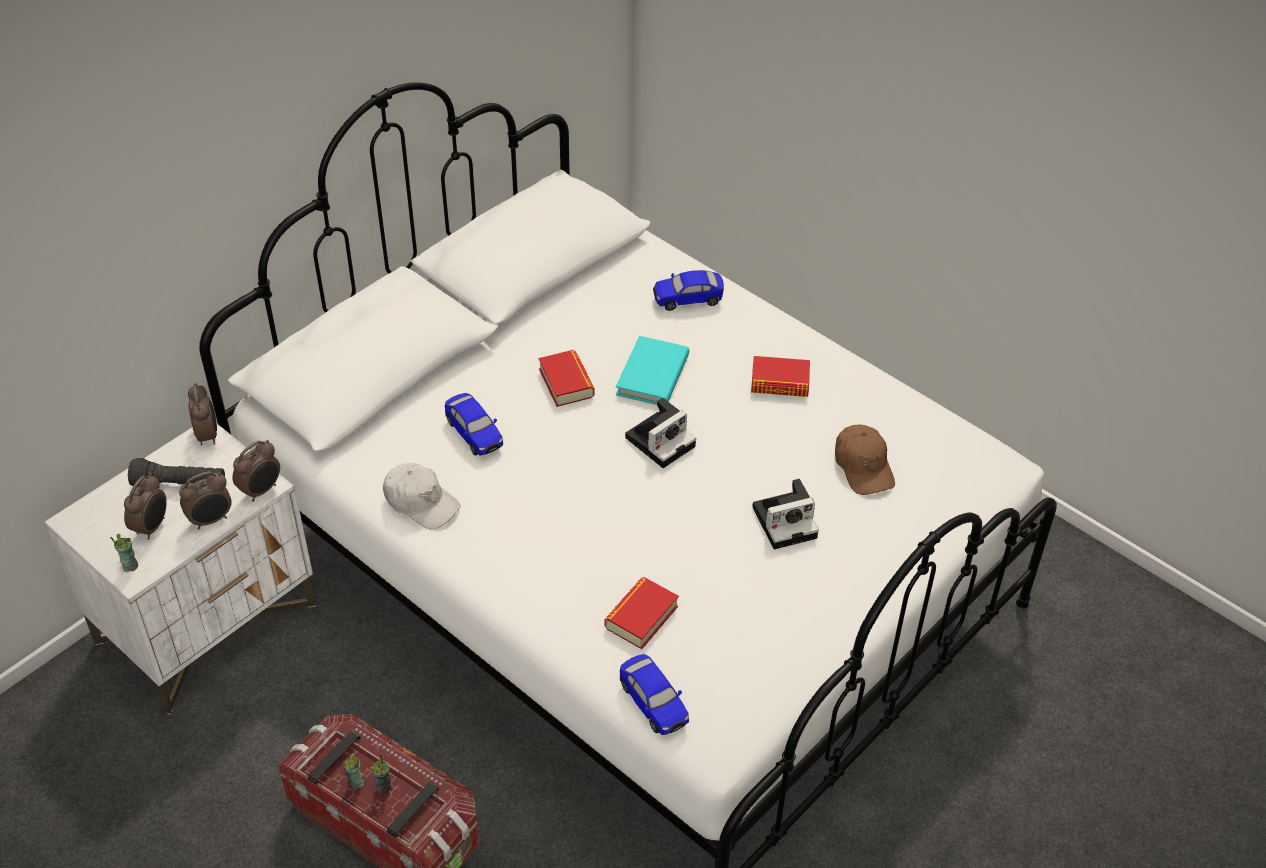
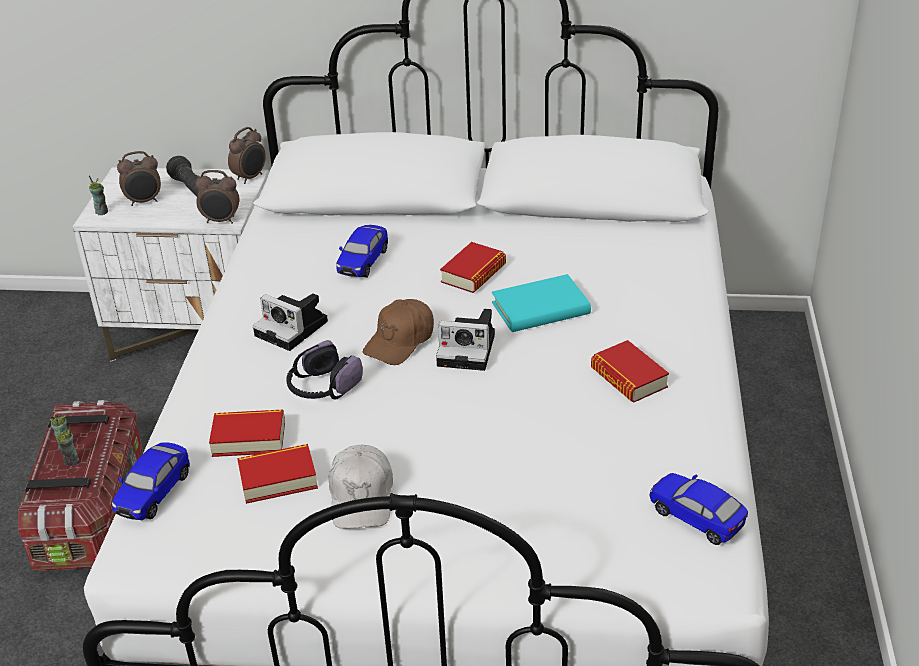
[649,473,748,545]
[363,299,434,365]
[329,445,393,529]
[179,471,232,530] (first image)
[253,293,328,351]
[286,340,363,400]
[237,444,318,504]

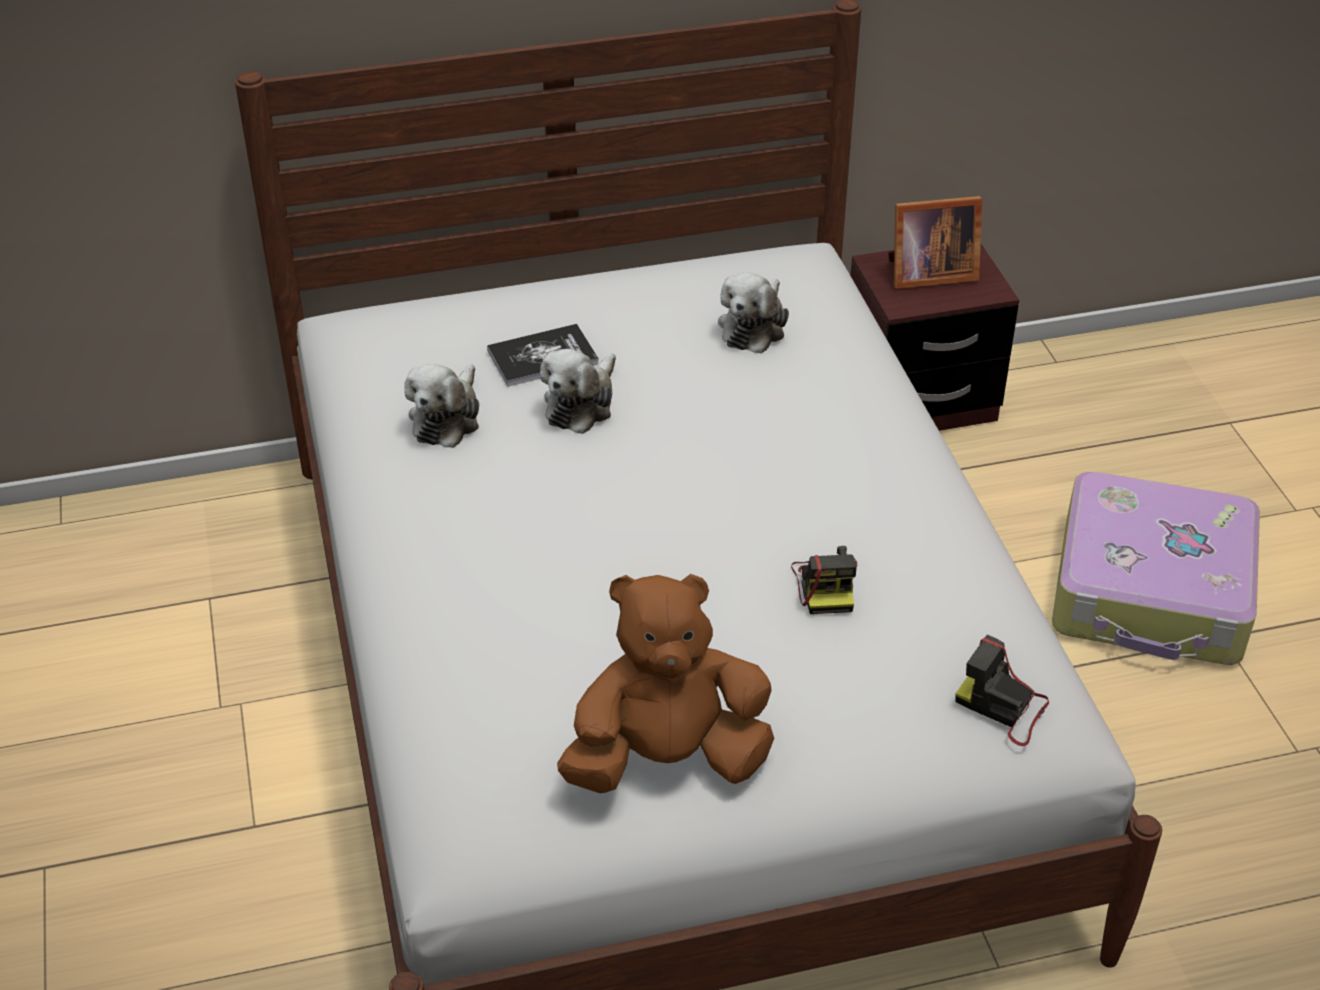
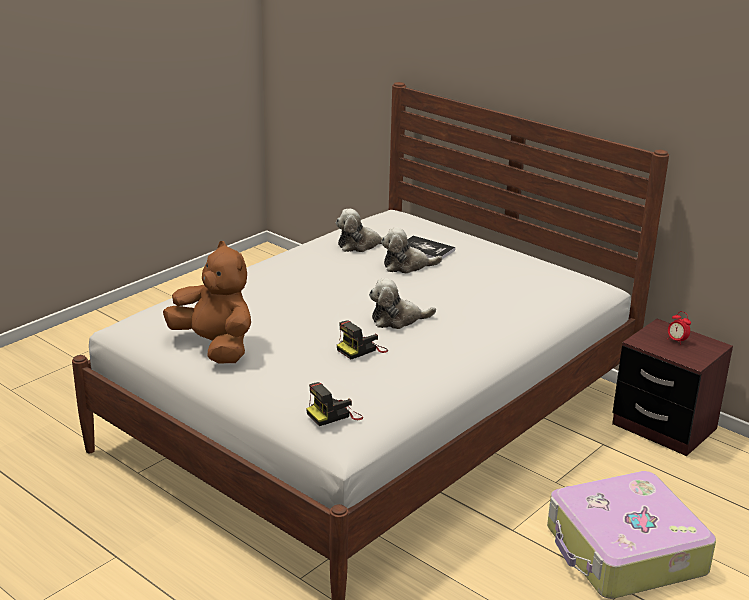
[667,311,691,345]
[369,278,436,329]
[306,382,363,426]

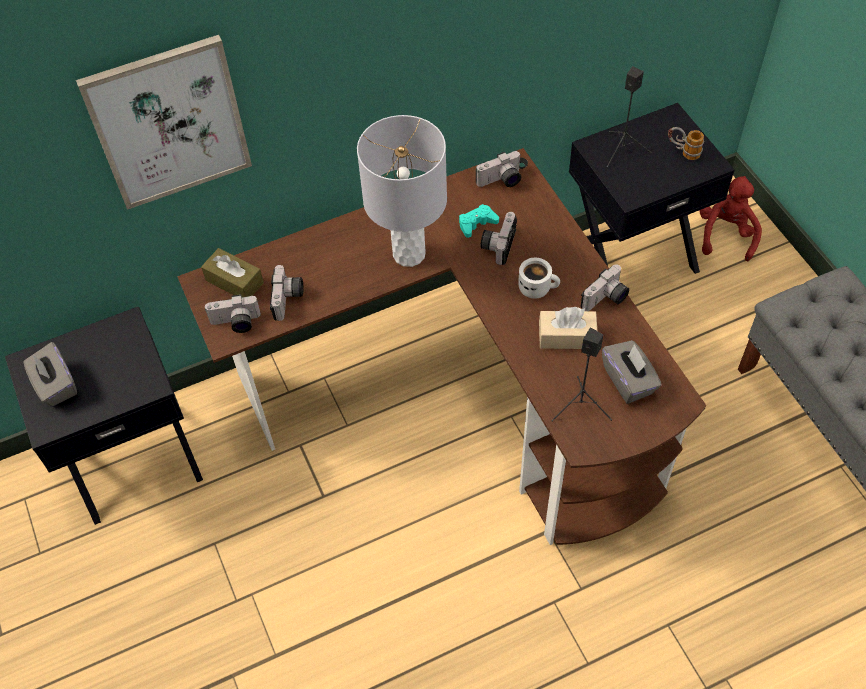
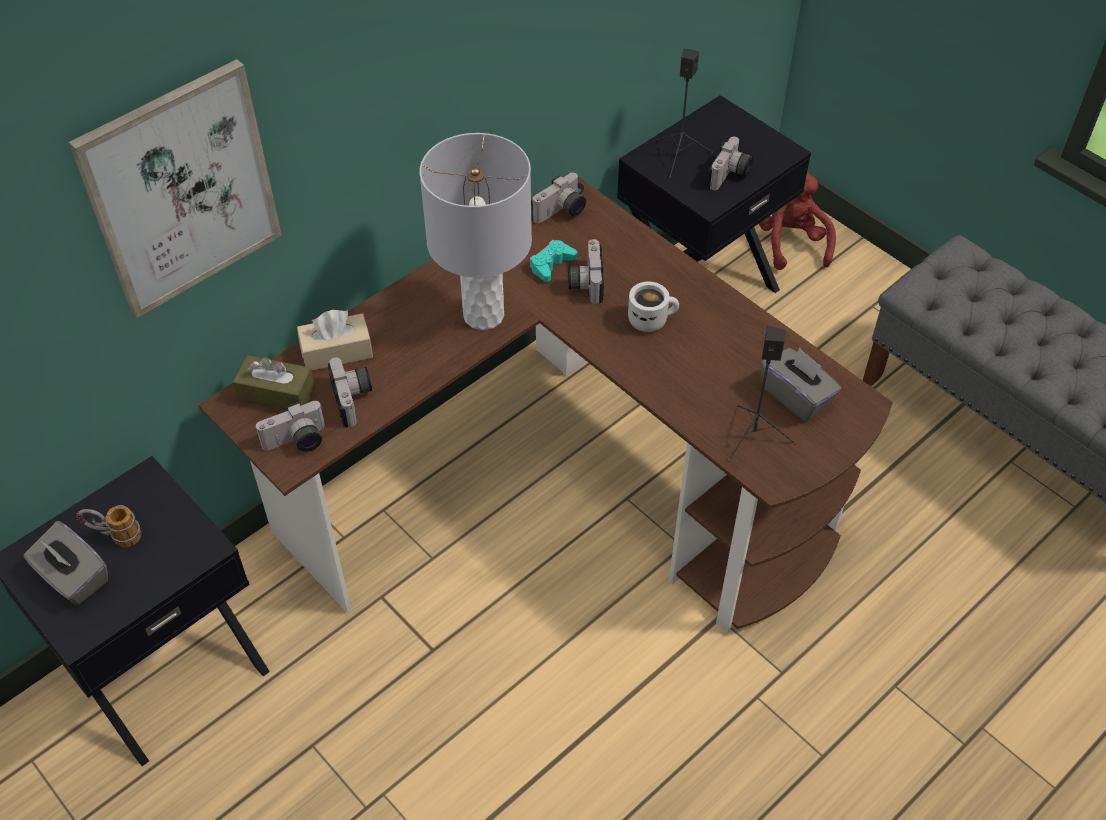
[76,505,141,547]
[707,137,753,190]
[297,310,373,370]

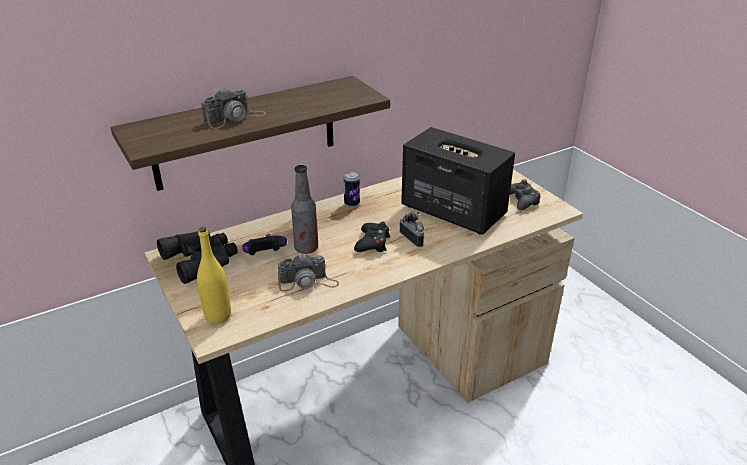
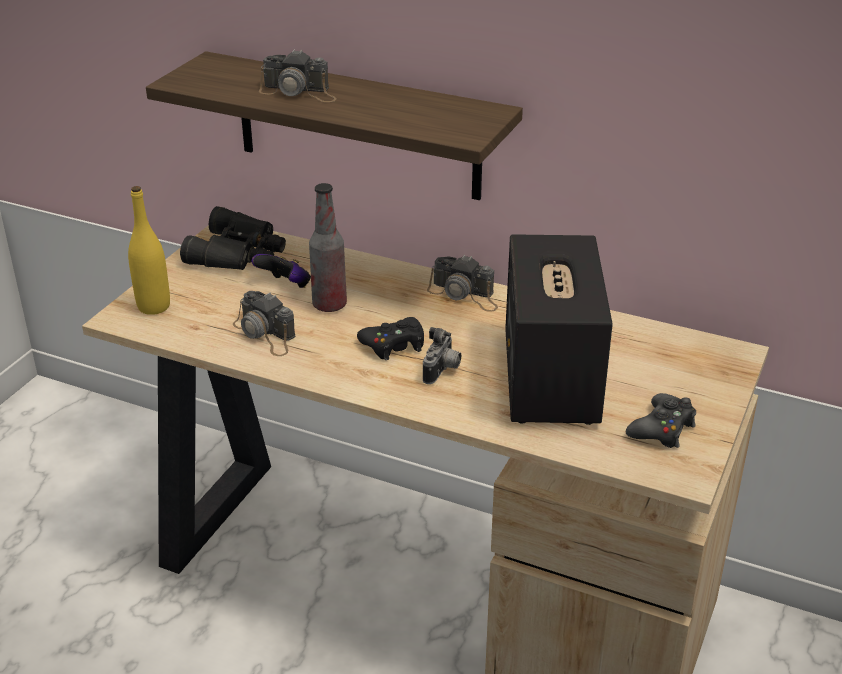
[427,255,498,312]

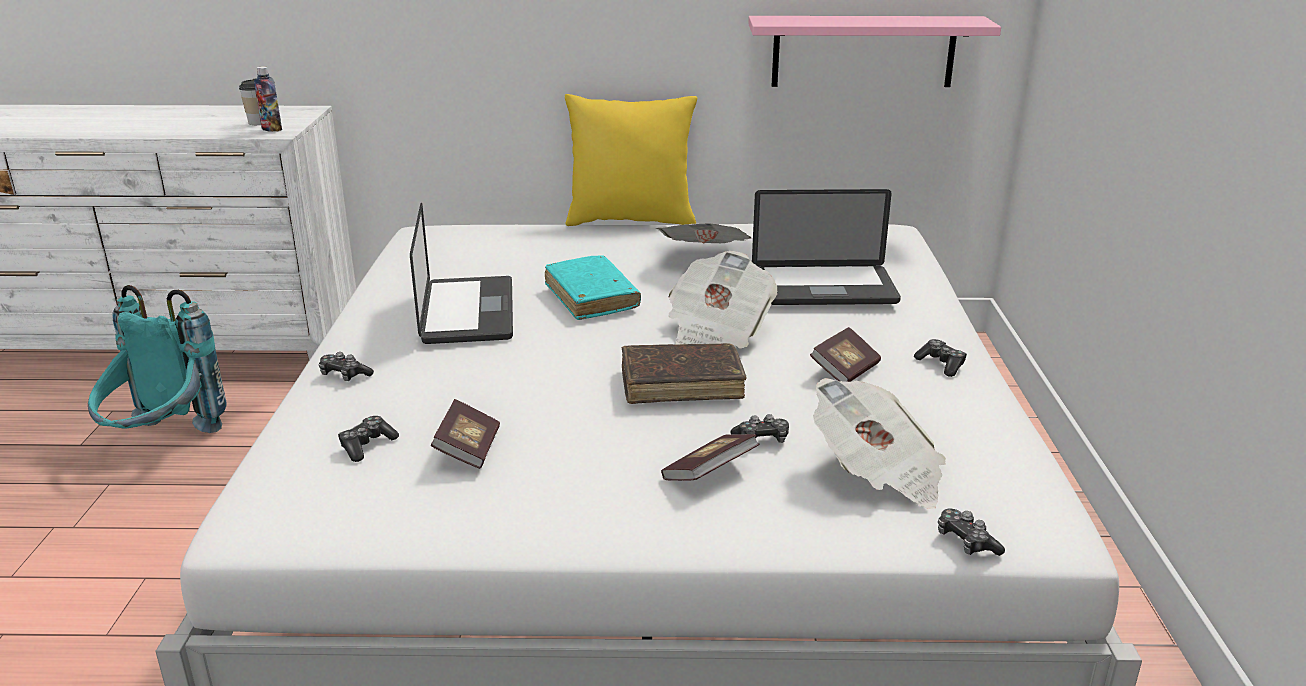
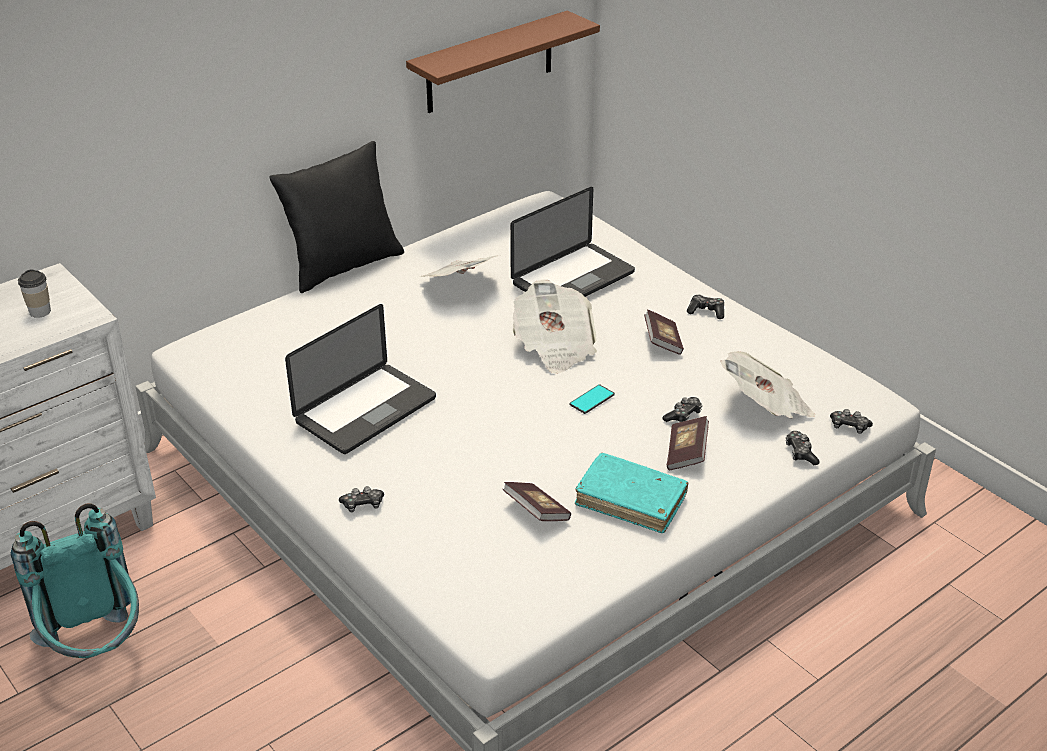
[406,11,600,113]
[254,66,282,132] (first image)
[269,141,404,293]
[285,304,436,454]
[575,453,689,533]
[570,384,615,414]
[786,431,820,465]

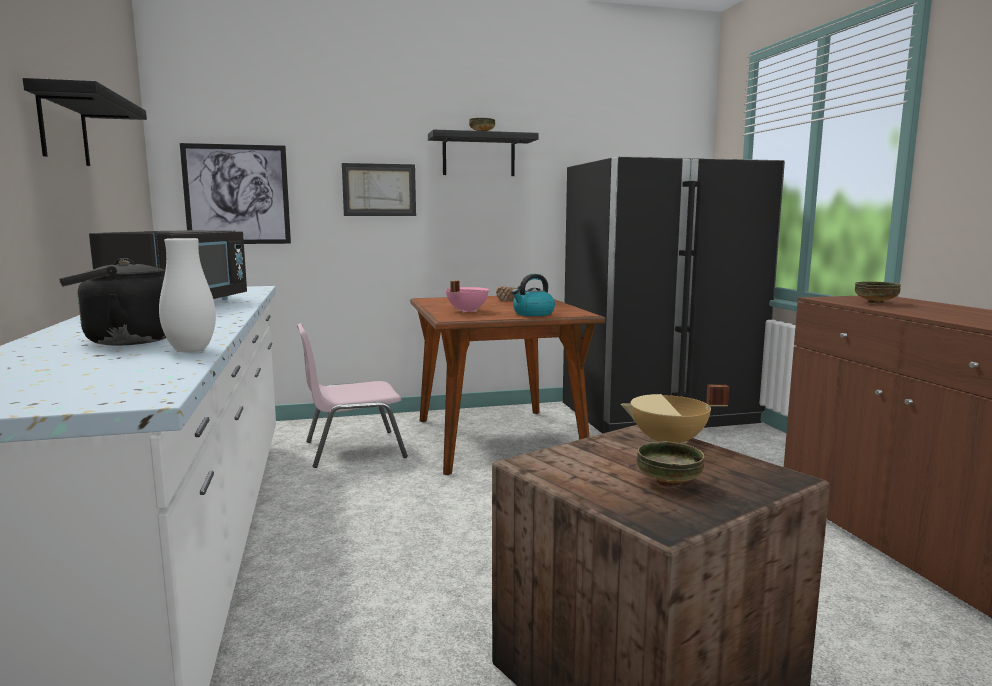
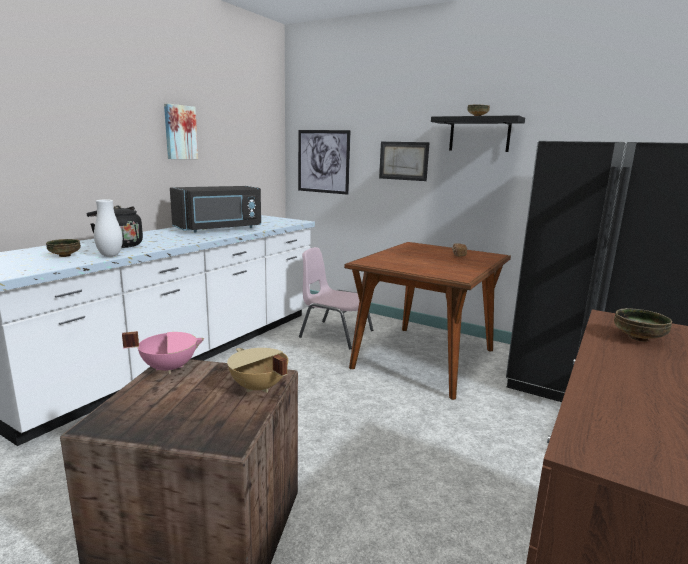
[164,103,198,159]
[512,274,555,316] (first image)
[122,331,205,374]
[46,239,81,257]

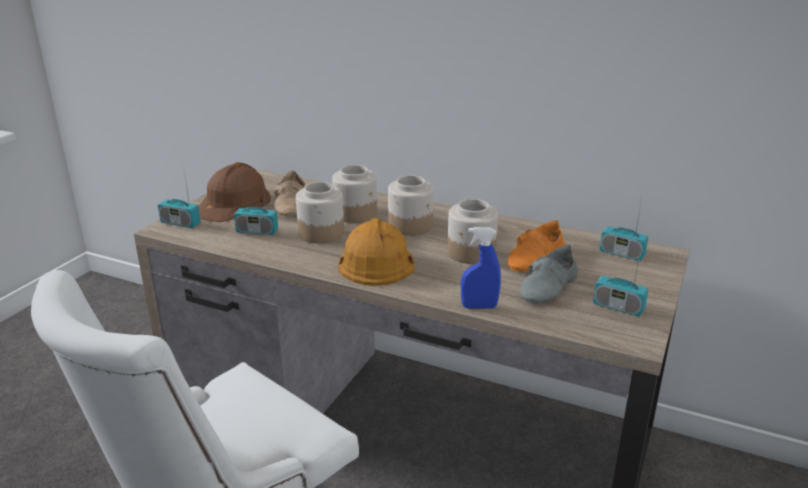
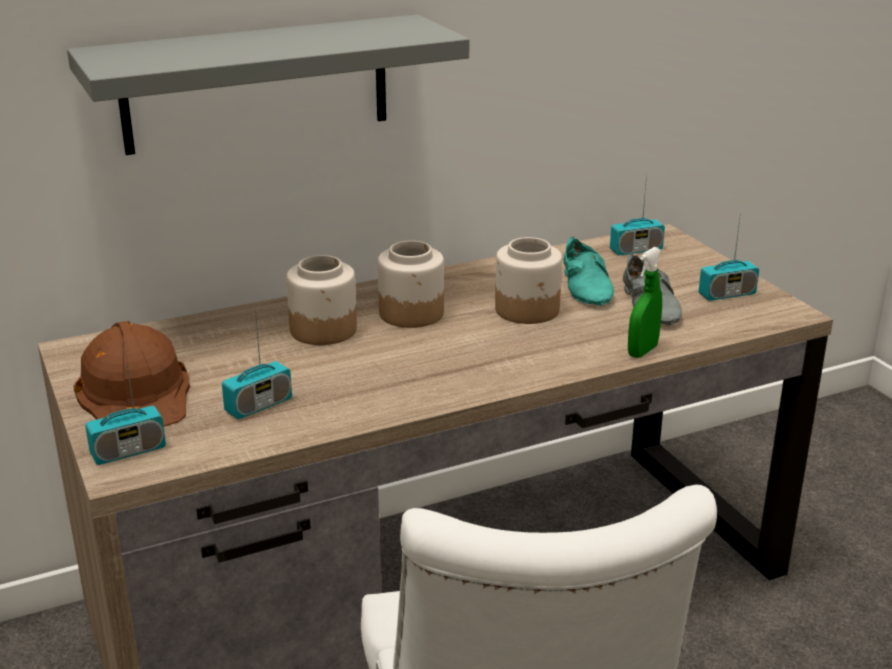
[274,170,305,216] (first image)
[296,182,344,244] (first image)
[338,218,414,286] (first image)
[563,236,614,305]
[628,247,662,358]
[67,14,469,155]

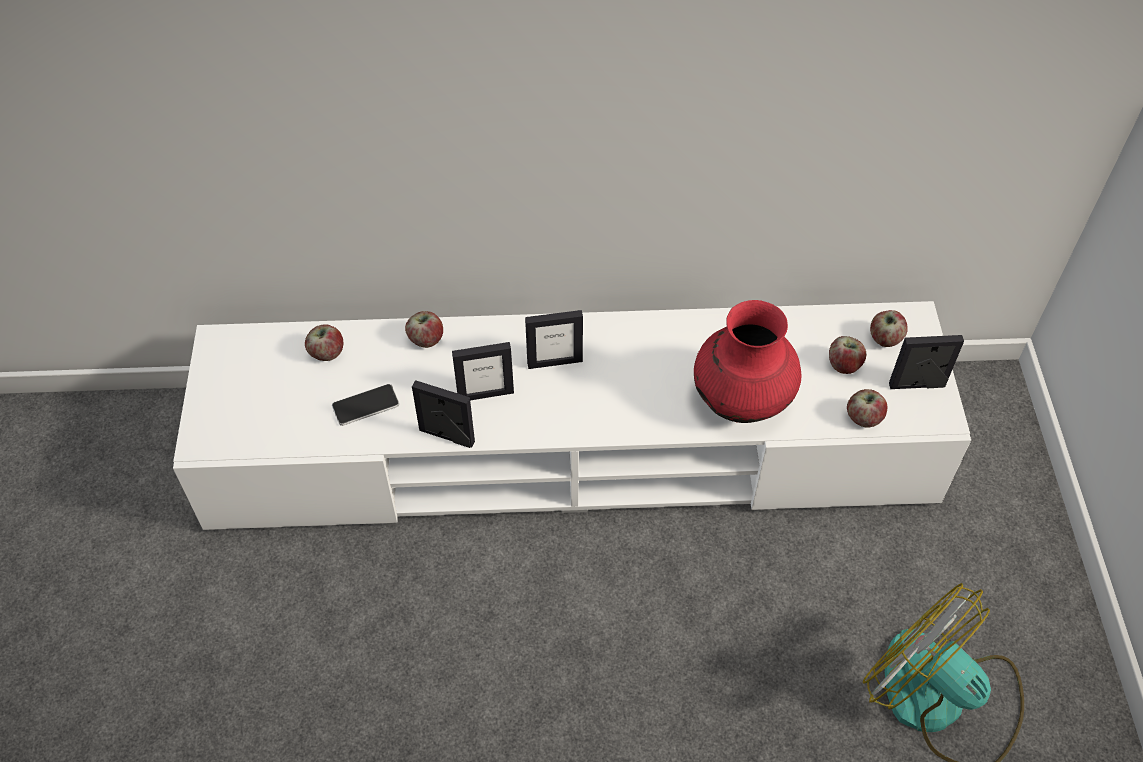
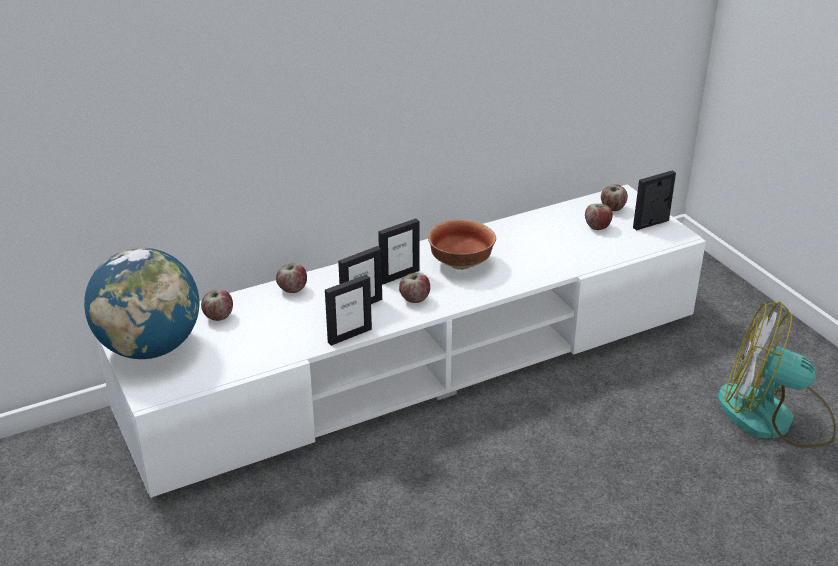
[694,300,801,423] (first image)
[325,274,372,346]
[332,384,400,426] (first image)
[399,273,430,303]
[428,220,496,270]
[84,248,200,359]

